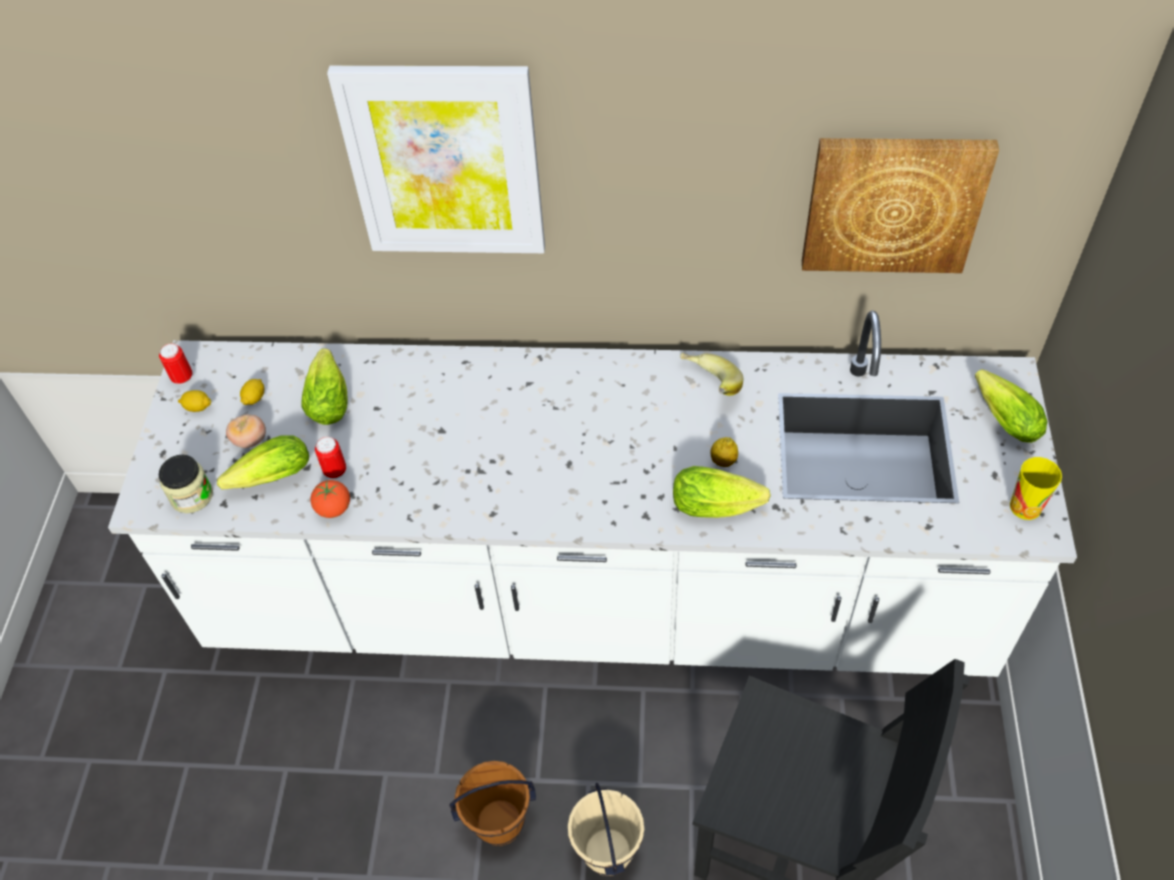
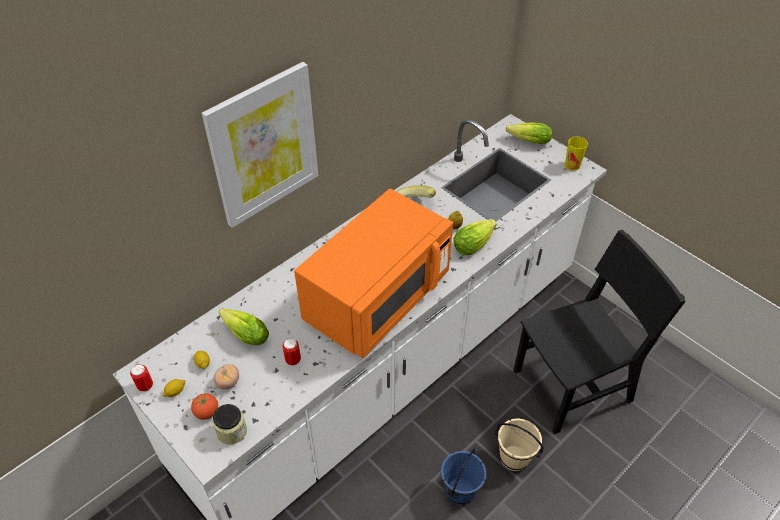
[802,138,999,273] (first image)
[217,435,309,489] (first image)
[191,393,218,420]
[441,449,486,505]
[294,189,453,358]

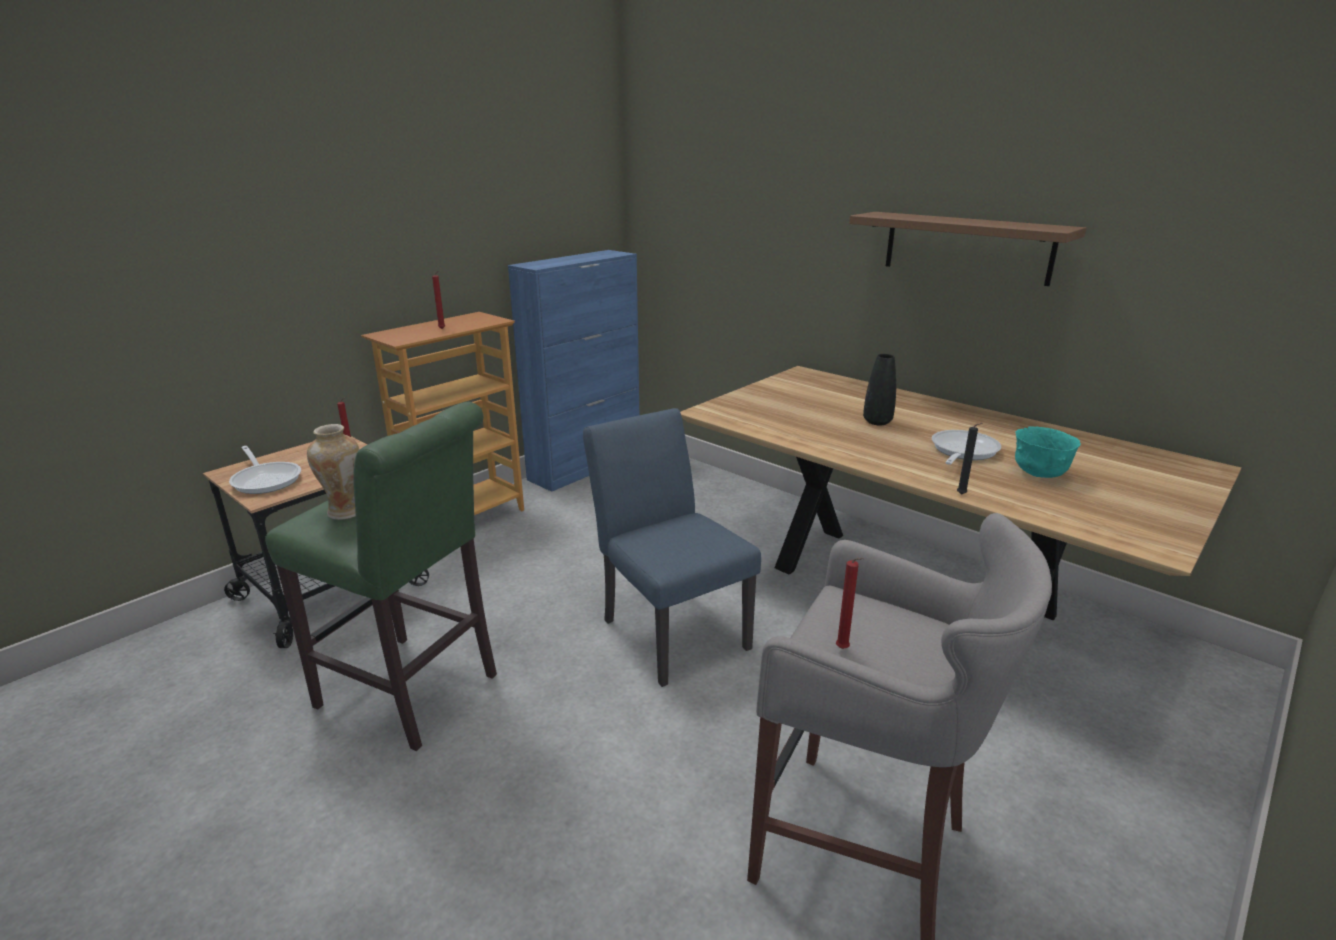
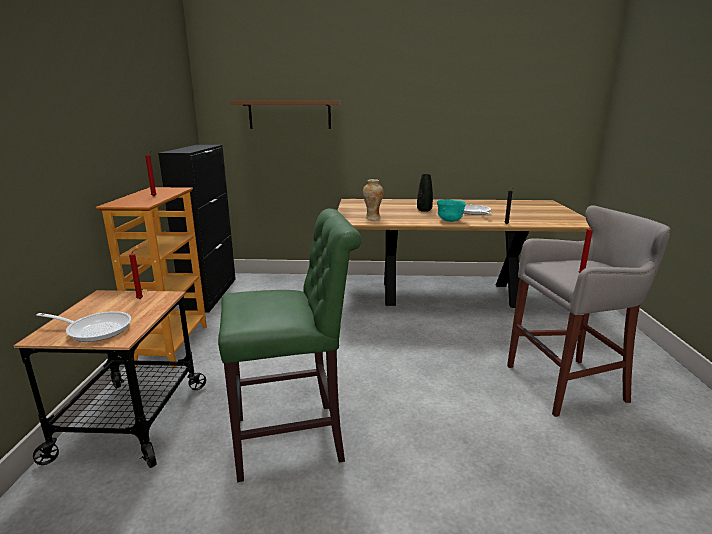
[231,100,341,129]
[158,145,236,312]
[583,408,761,687] (first image)
[363,179,383,220]
[437,200,466,222]

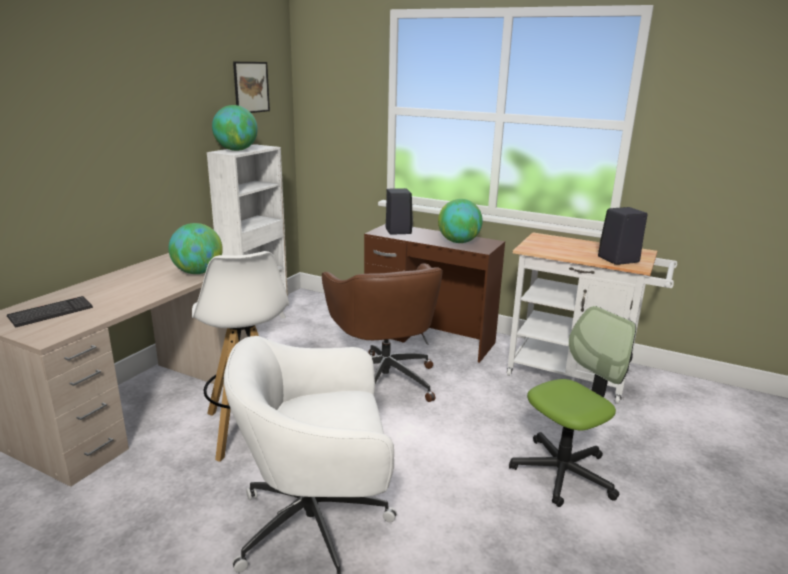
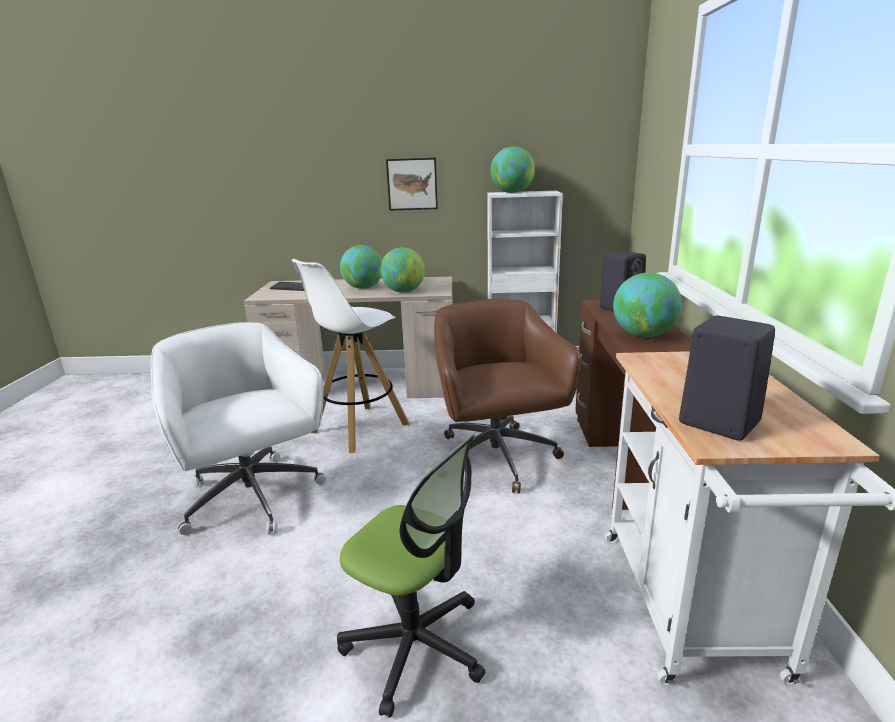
[386,158,438,211]
[434,299,582,493]
[340,245,382,289]

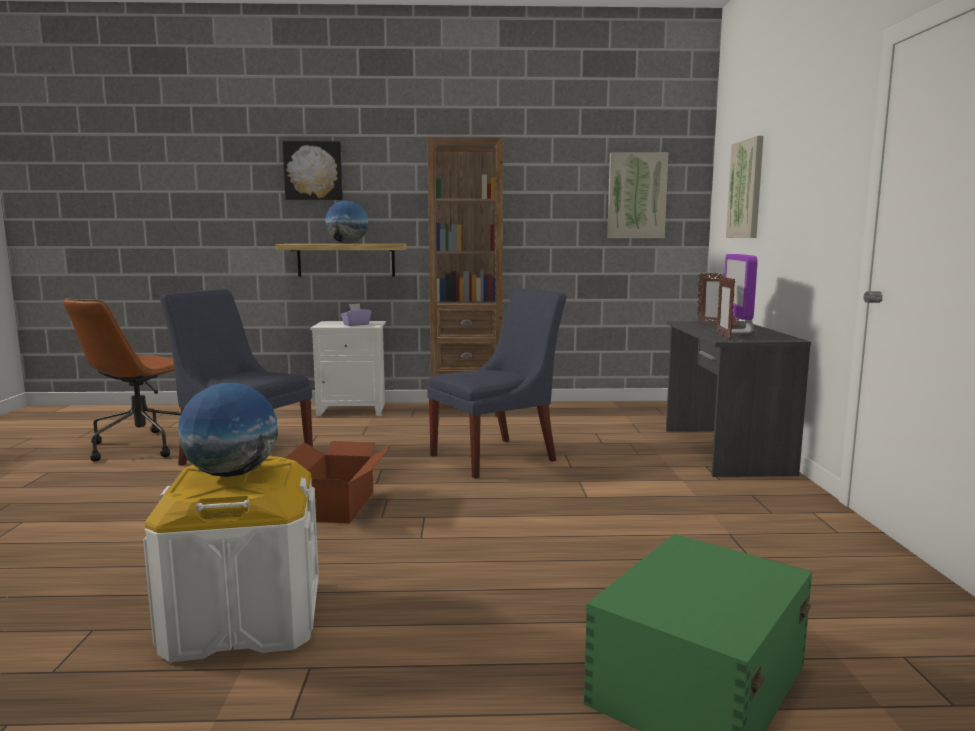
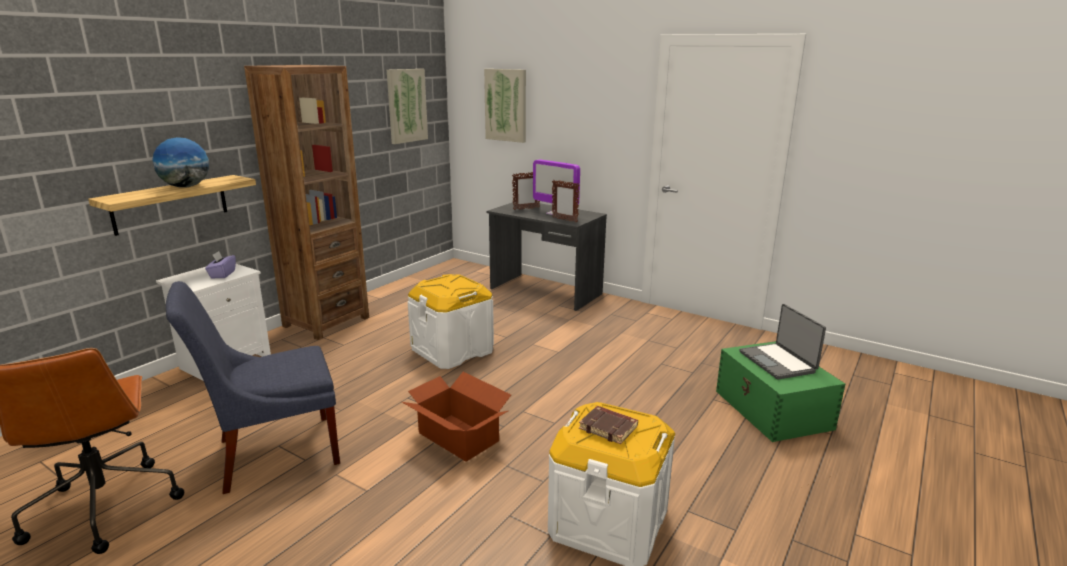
[282,141,343,200] (first image)
[408,274,494,369]
[579,406,638,444]
[739,304,826,380]

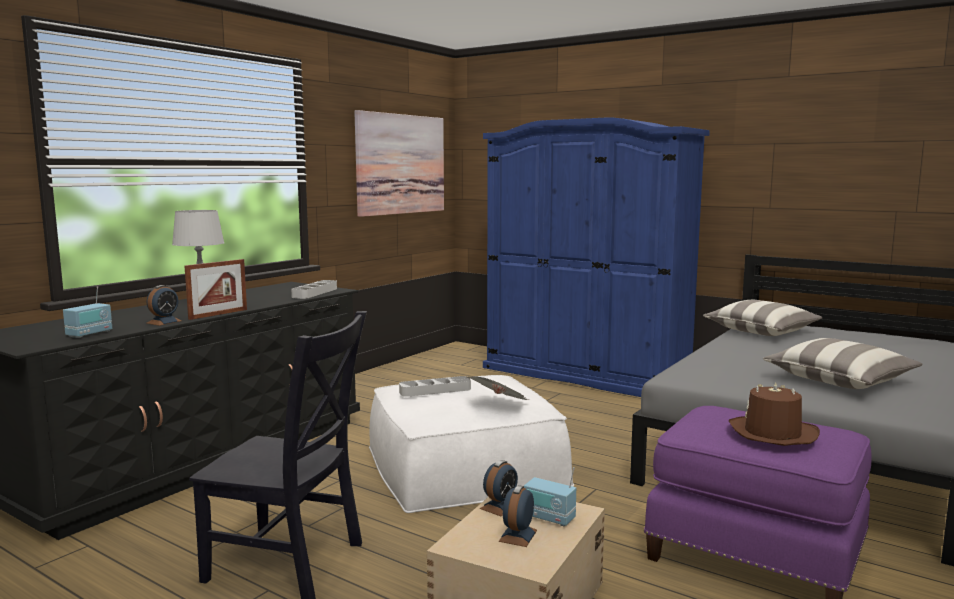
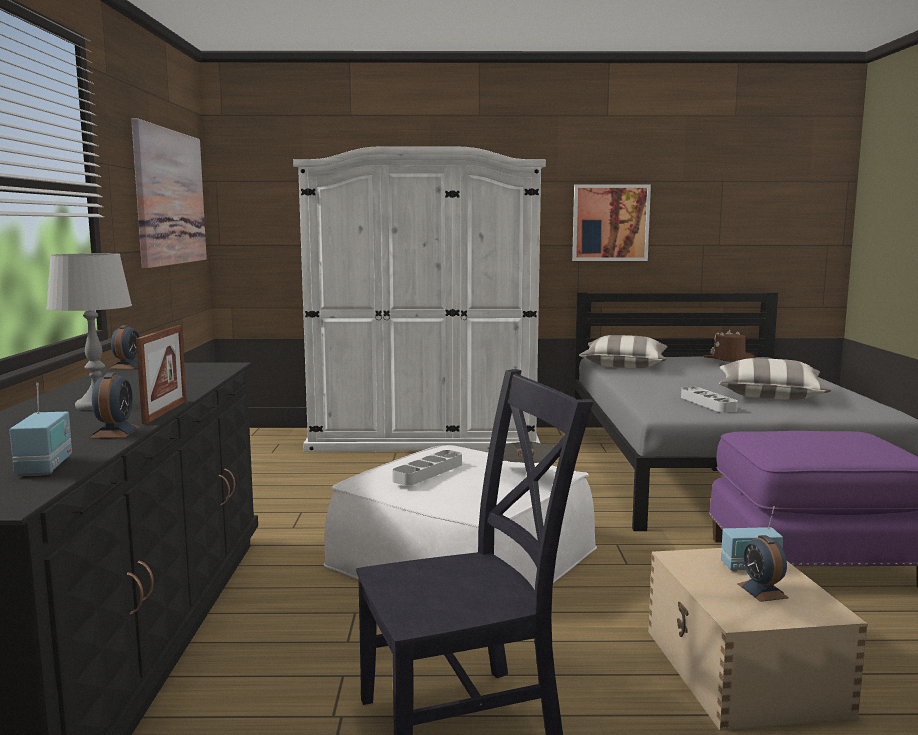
[293,146,546,452]
[681,387,738,413]
[703,329,756,362]
[109,325,140,369]
[572,184,651,261]

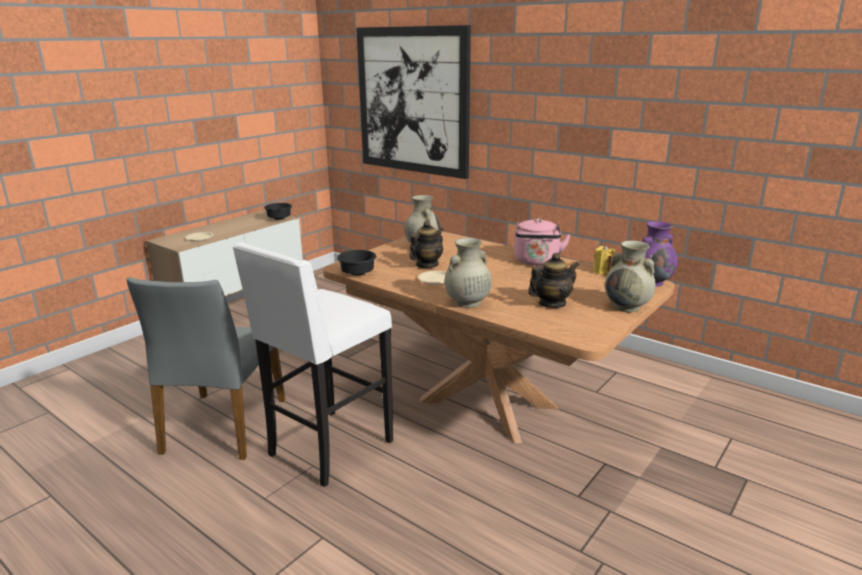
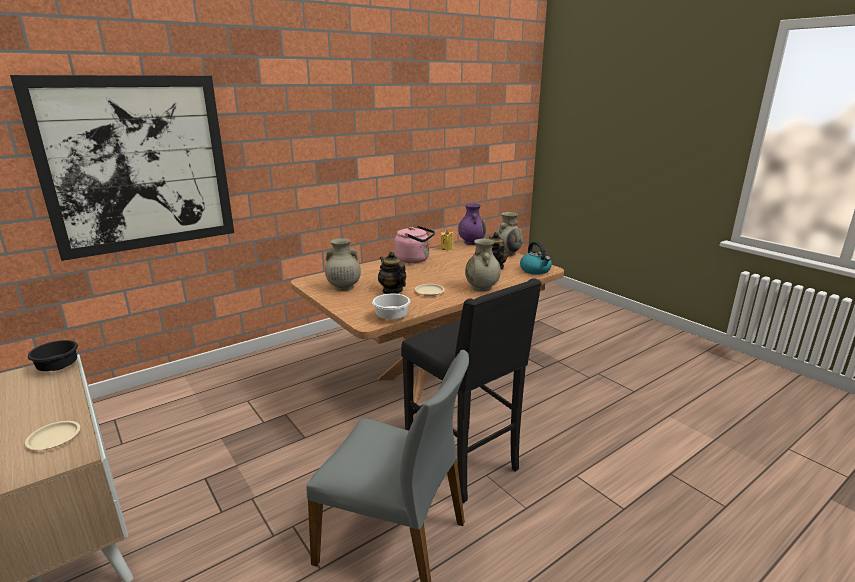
[401,278,542,503]
[372,294,410,320]
[520,241,552,275]

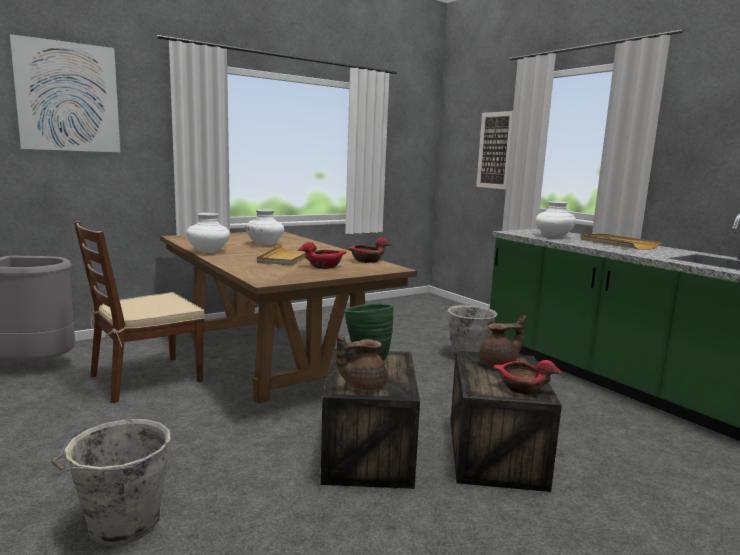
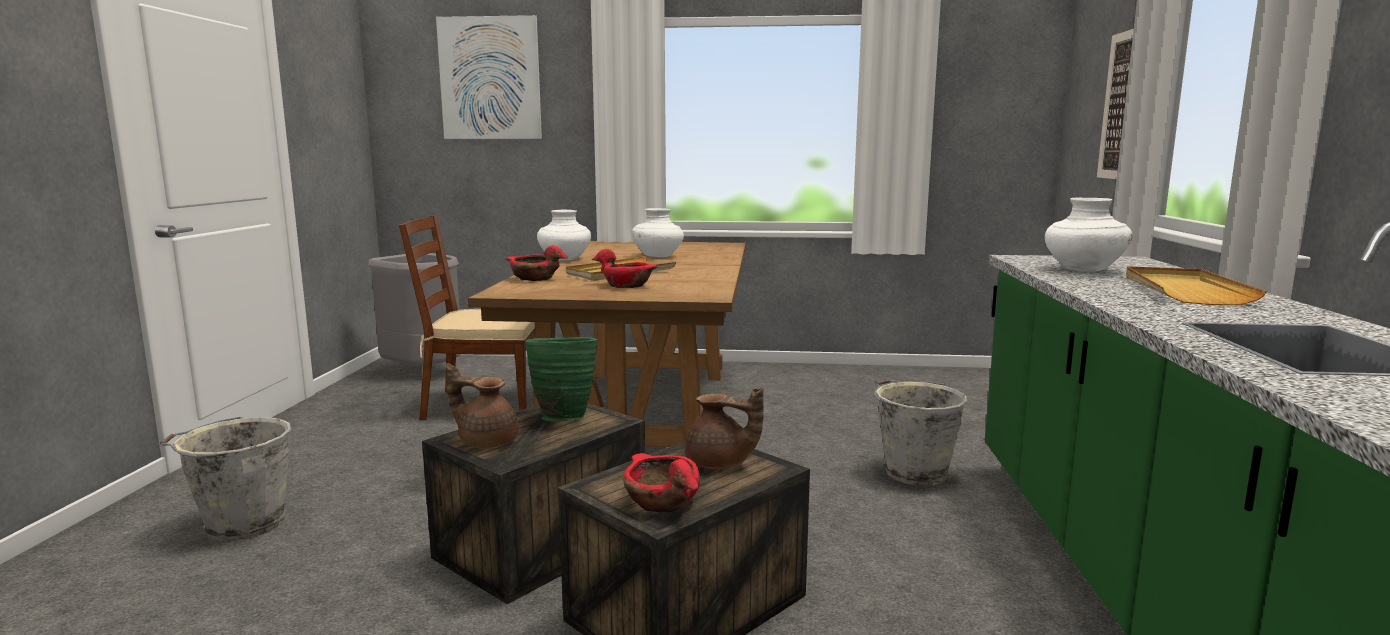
[506,246,568,281]

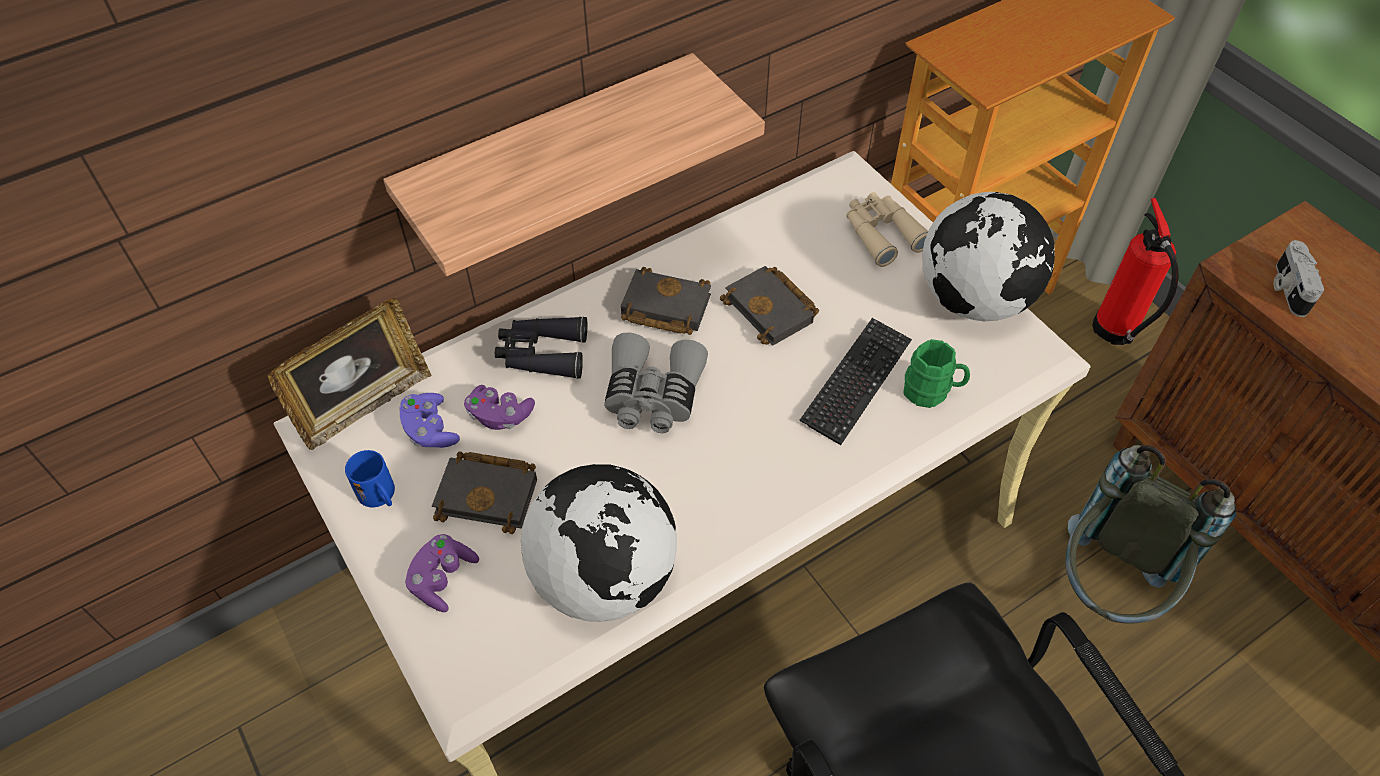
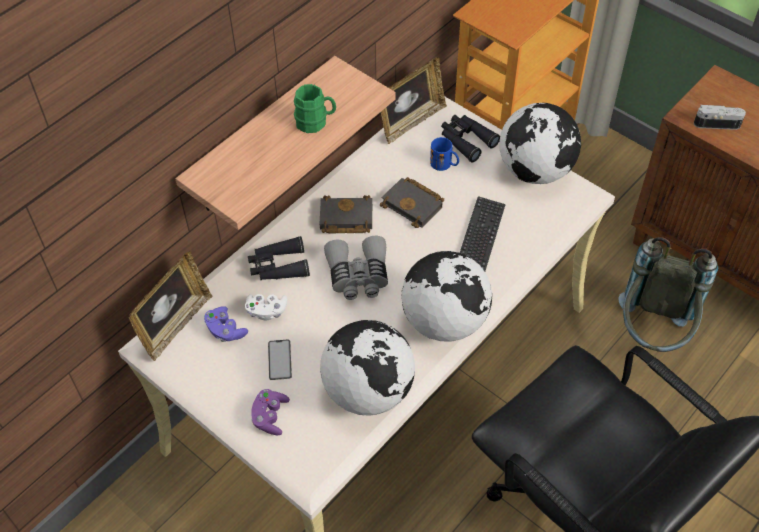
[441,115,500,163]
[1092,198,1179,345] (first image)
[694,105,746,130]
[294,84,336,133]
[245,294,287,320]
[430,137,459,171]
[268,340,292,380]
[381,57,447,144]
[402,251,492,342]

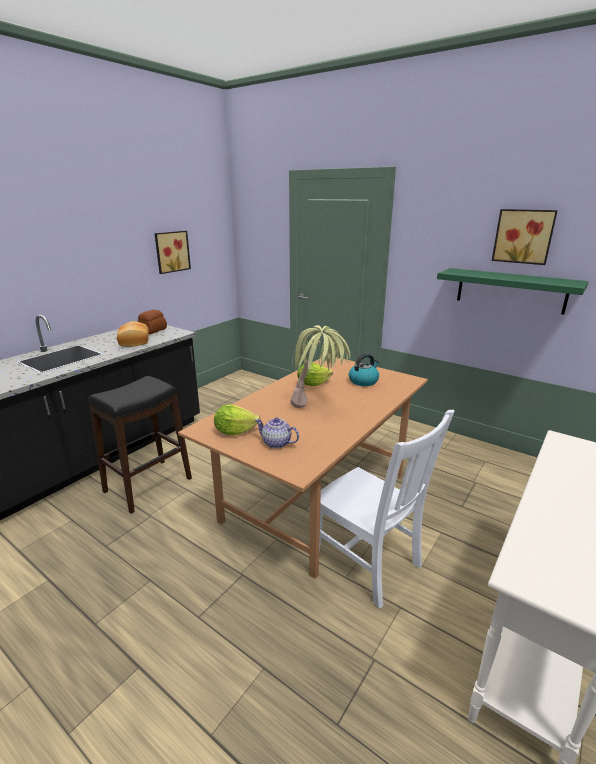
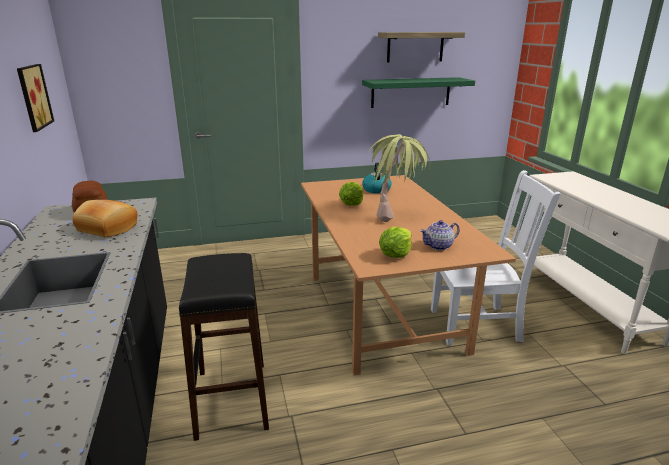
[378,32,465,62]

